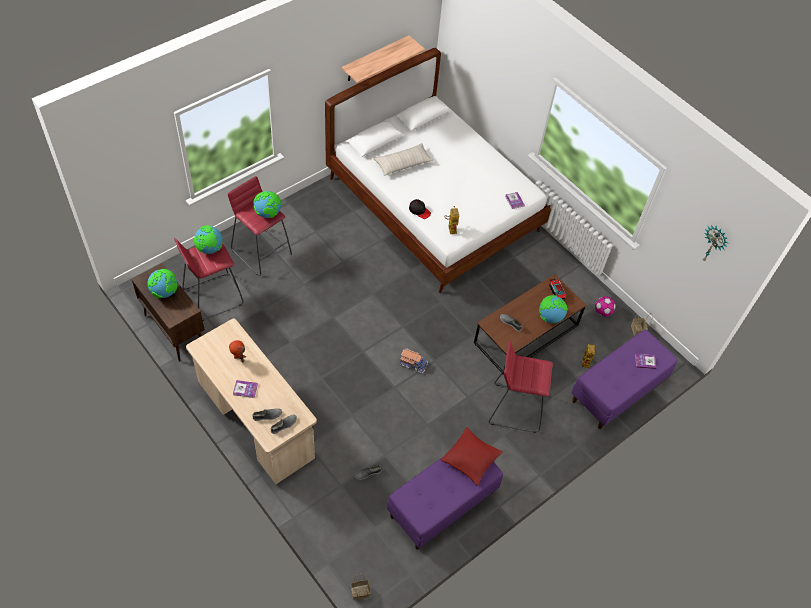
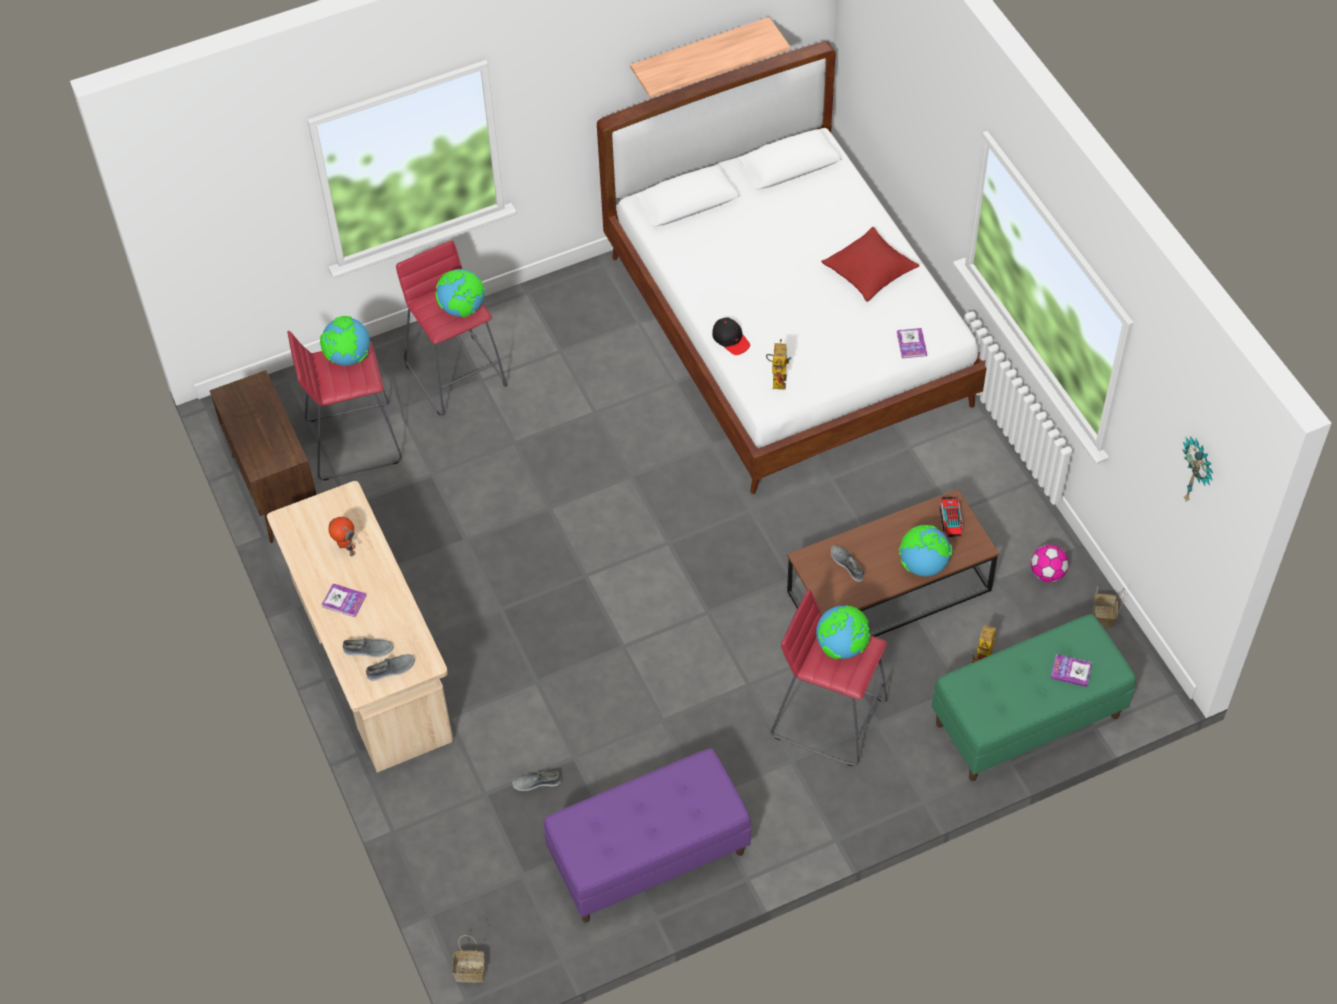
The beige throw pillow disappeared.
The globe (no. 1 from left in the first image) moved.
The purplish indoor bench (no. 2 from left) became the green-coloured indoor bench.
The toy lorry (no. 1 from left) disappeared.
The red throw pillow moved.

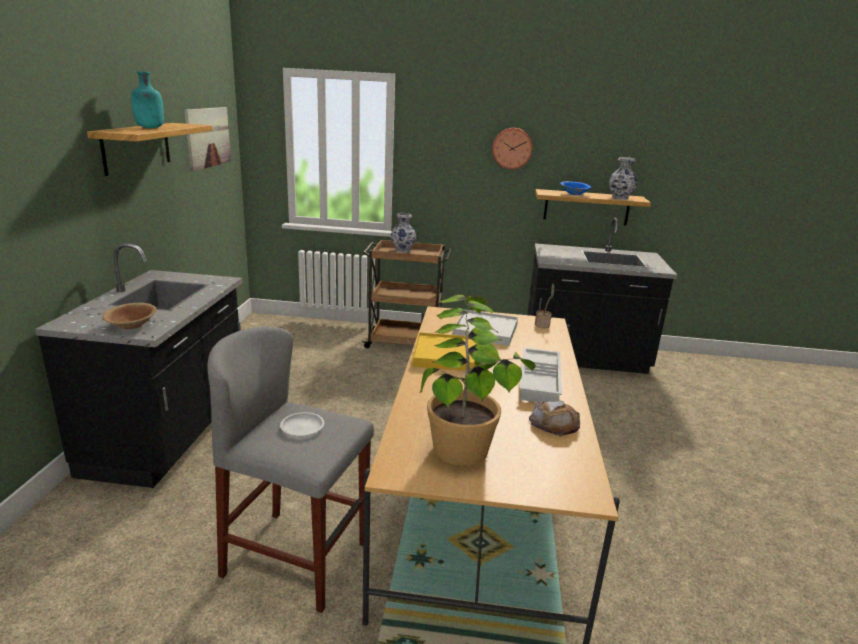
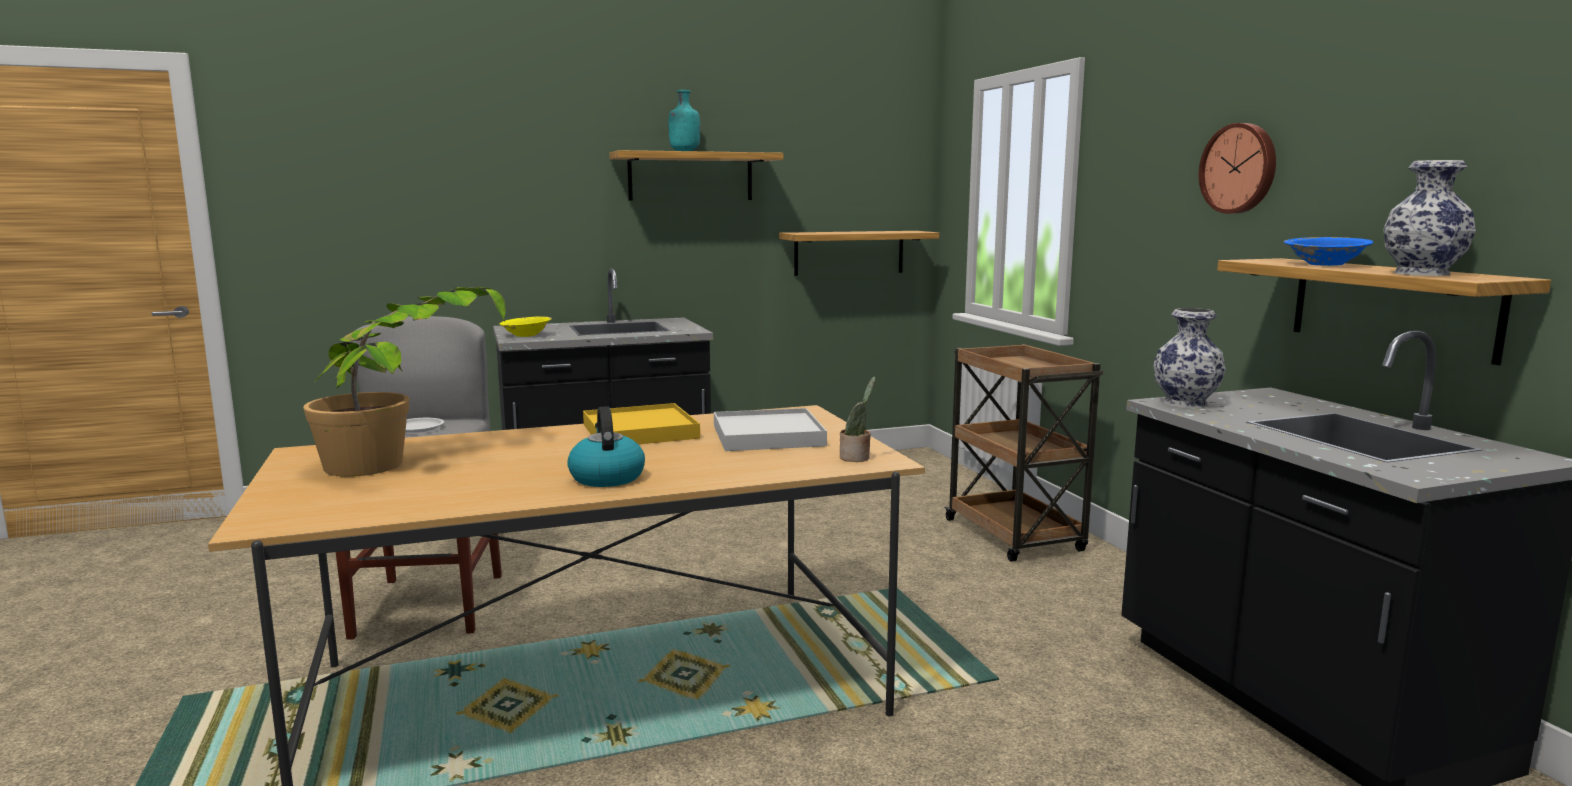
The wall picture disappeared.
The flower vase (no. 1 from left) moved.
The brown-coloured serving bowl became the yellow serving bowl.
The white serving tray (no. 2 from left) was replaced by the tea kettle.
The bread disappeared.
The wall shelf (no. 2 from left) appeared.

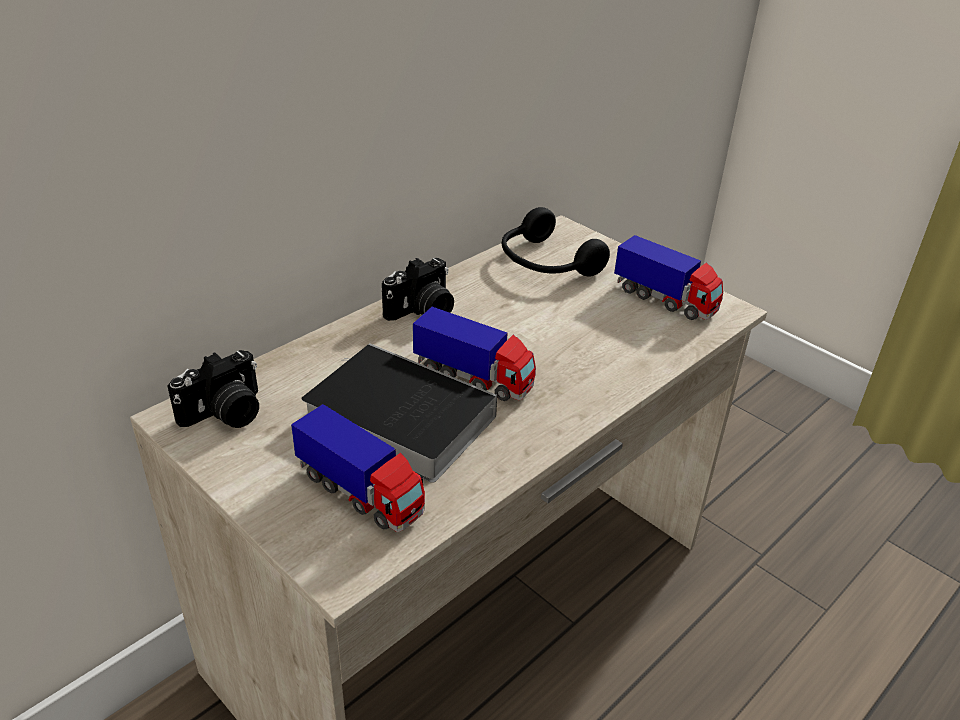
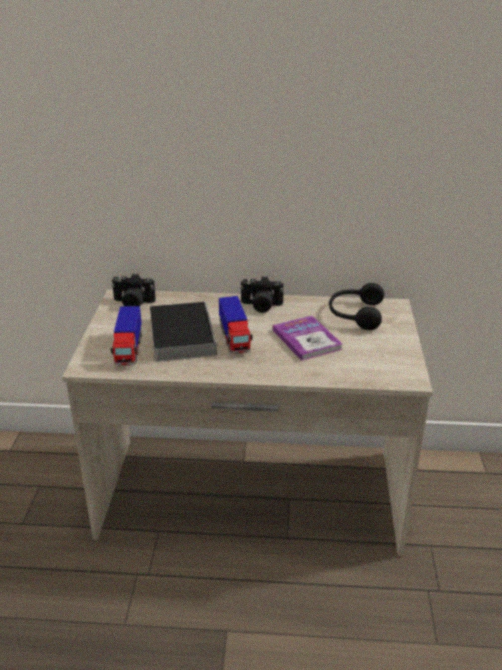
The toy lorry (no. 3 from left) disappeared.
The book (no. 2 from left) appeared.

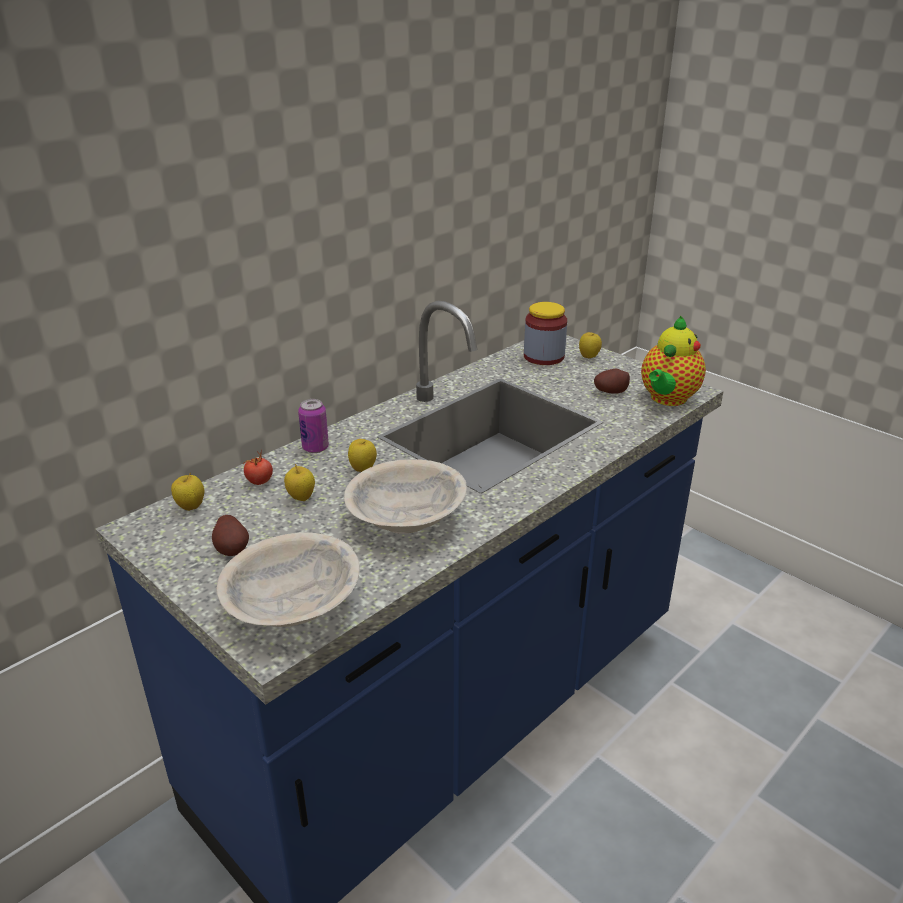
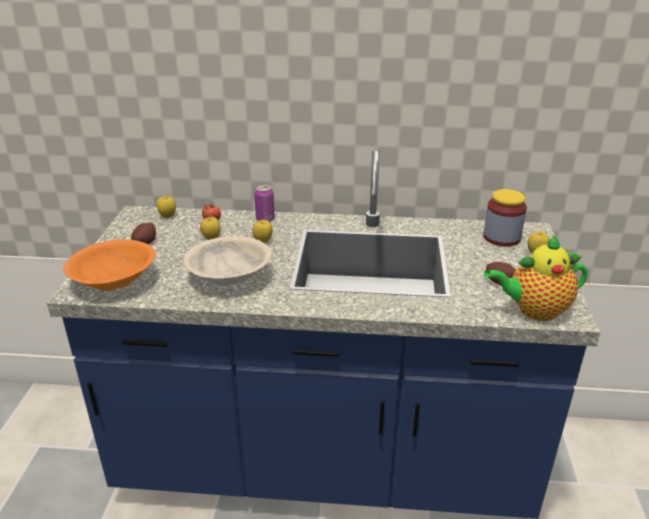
The beige serving bowl (no. 1 from left) became the orange-coloured serving bowl.

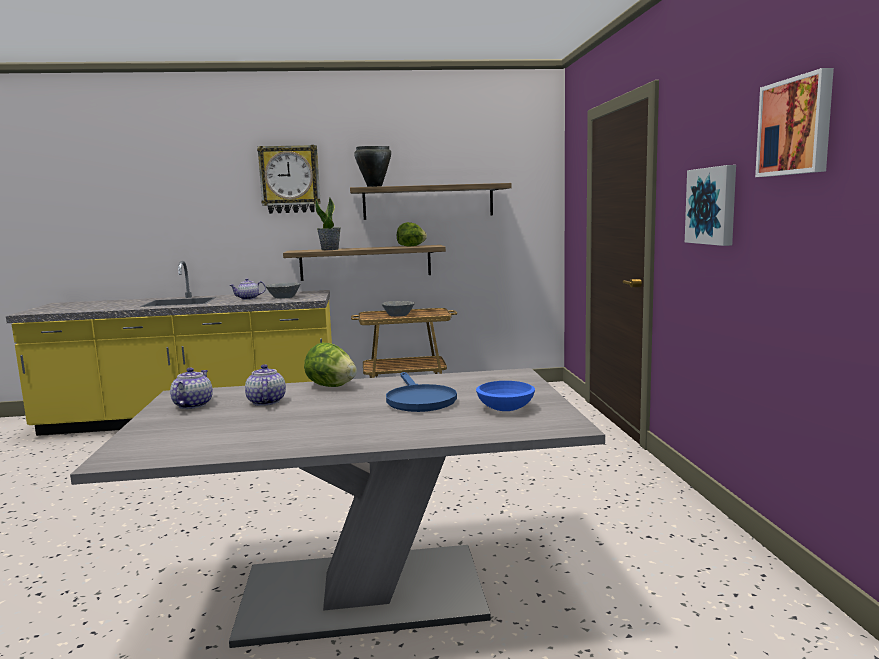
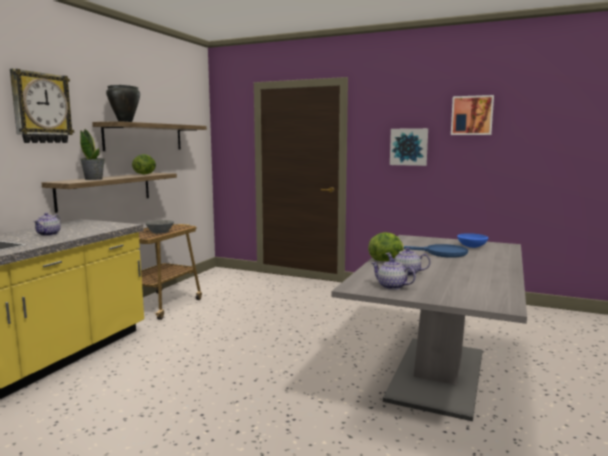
The greyish serving bowl (no. 1 from left) disappeared.

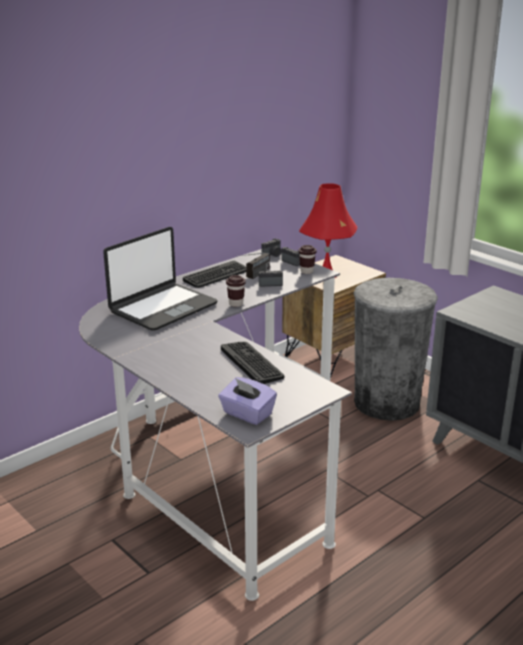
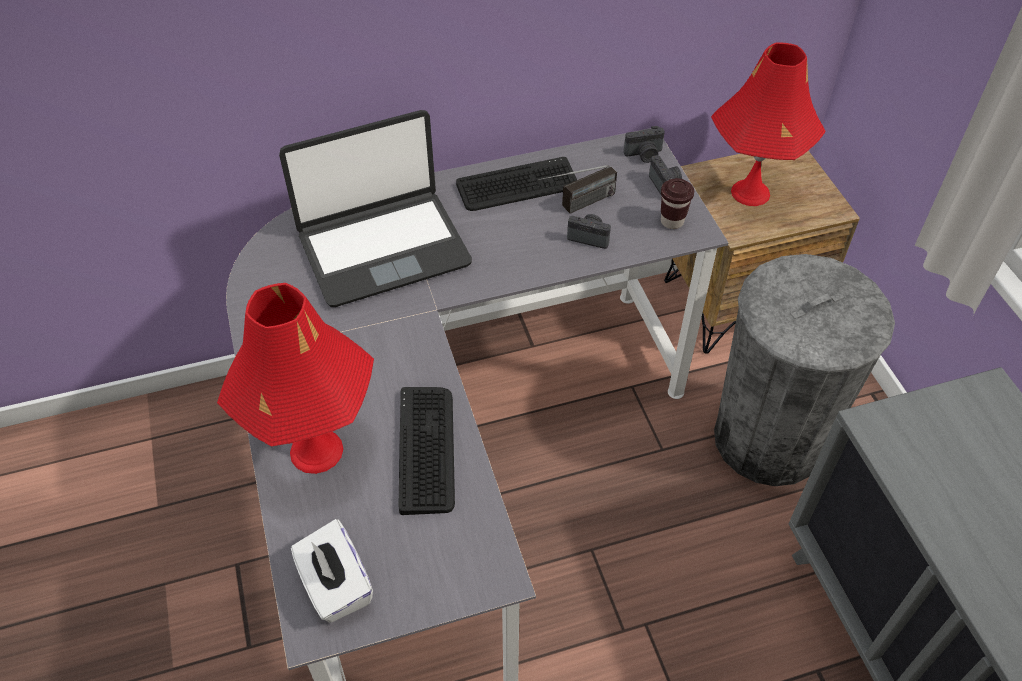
The brown-coloured cup (no. 1 from left) disappeared.
The purplish tissue box became the white tissue box.
The red table lamp (no. 1 from left) appeared.

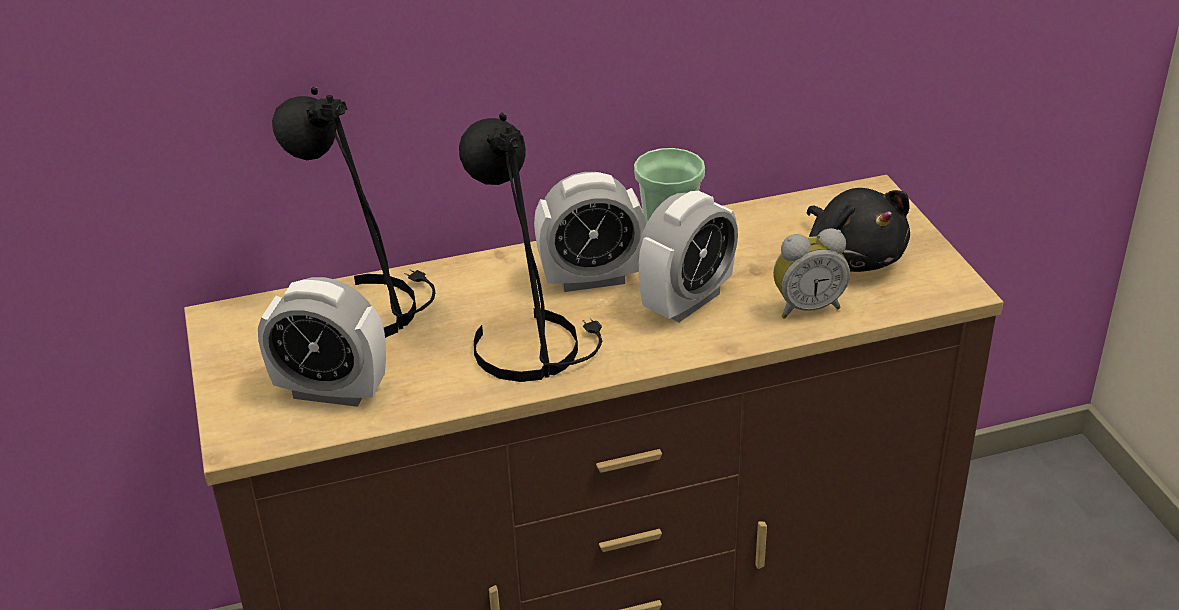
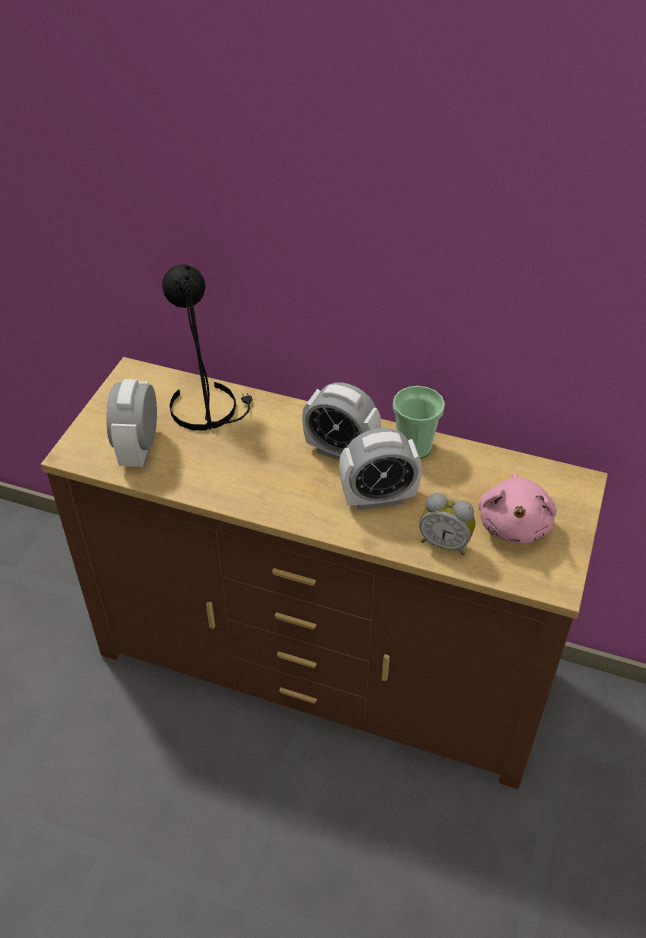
The blackish table lamp (no. 2 from left) disappeared.
The blackish soft toy became the pink soft toy.
The bedside clock (no. 1 from left) turned 45 degrees clockwise.

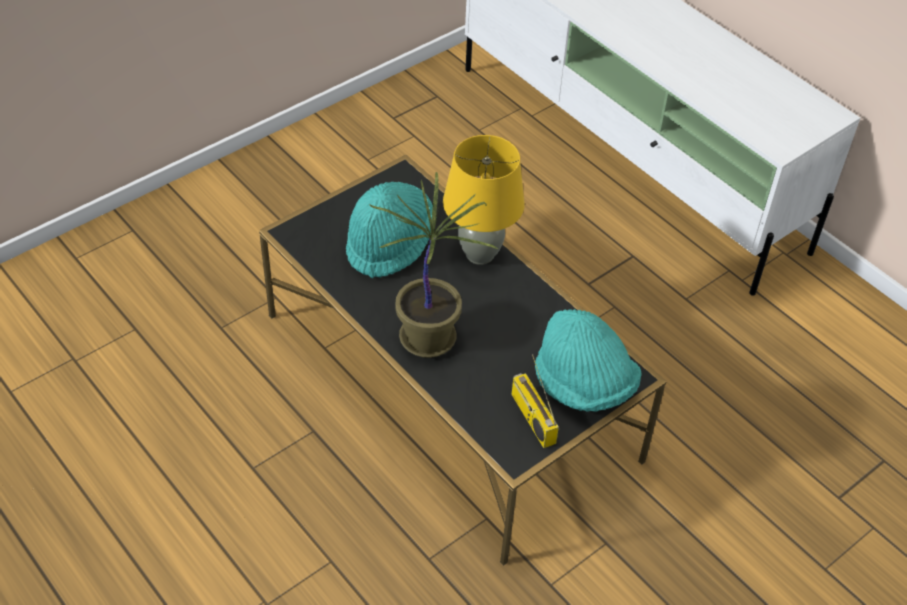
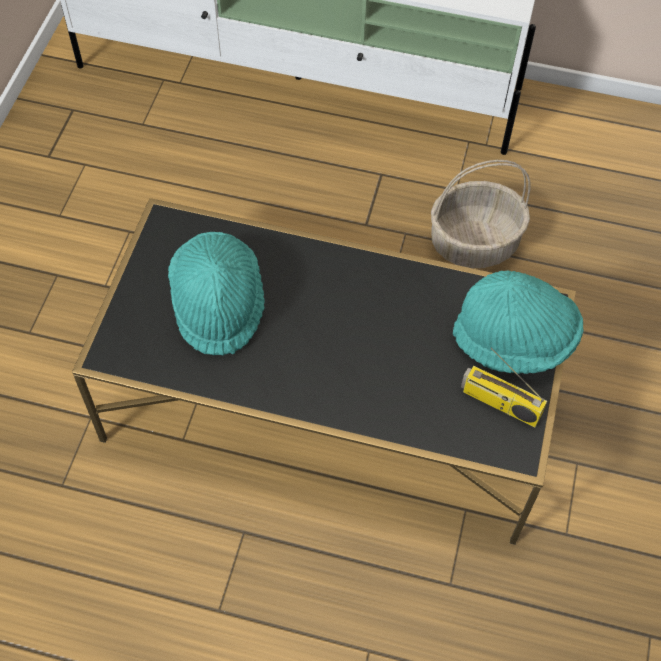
The yellow table lamp disappeared.
The houseplant disappeared.
The storage basket appeared.

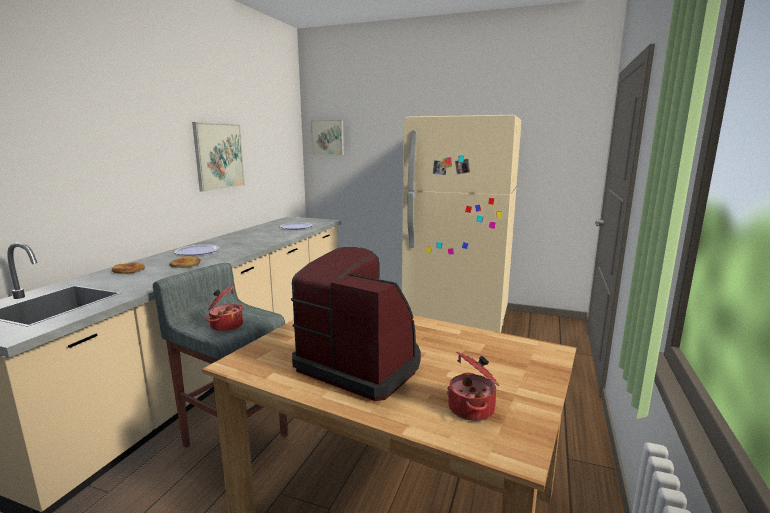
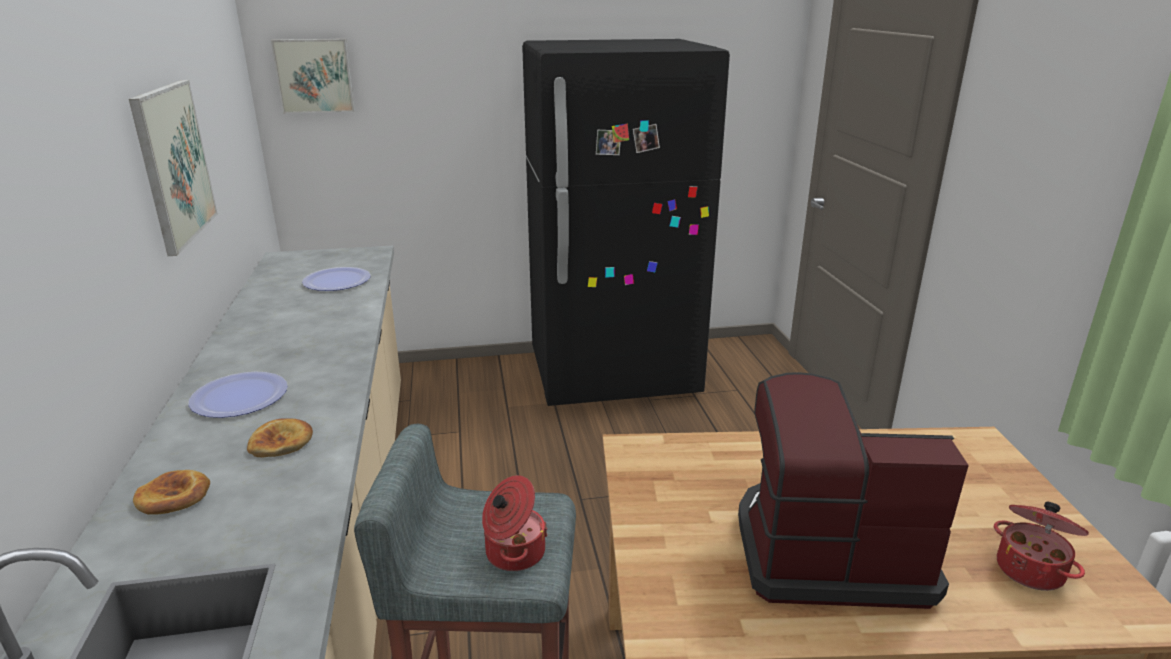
The beige kitchen fridge became the blackish kitchen fridge.

